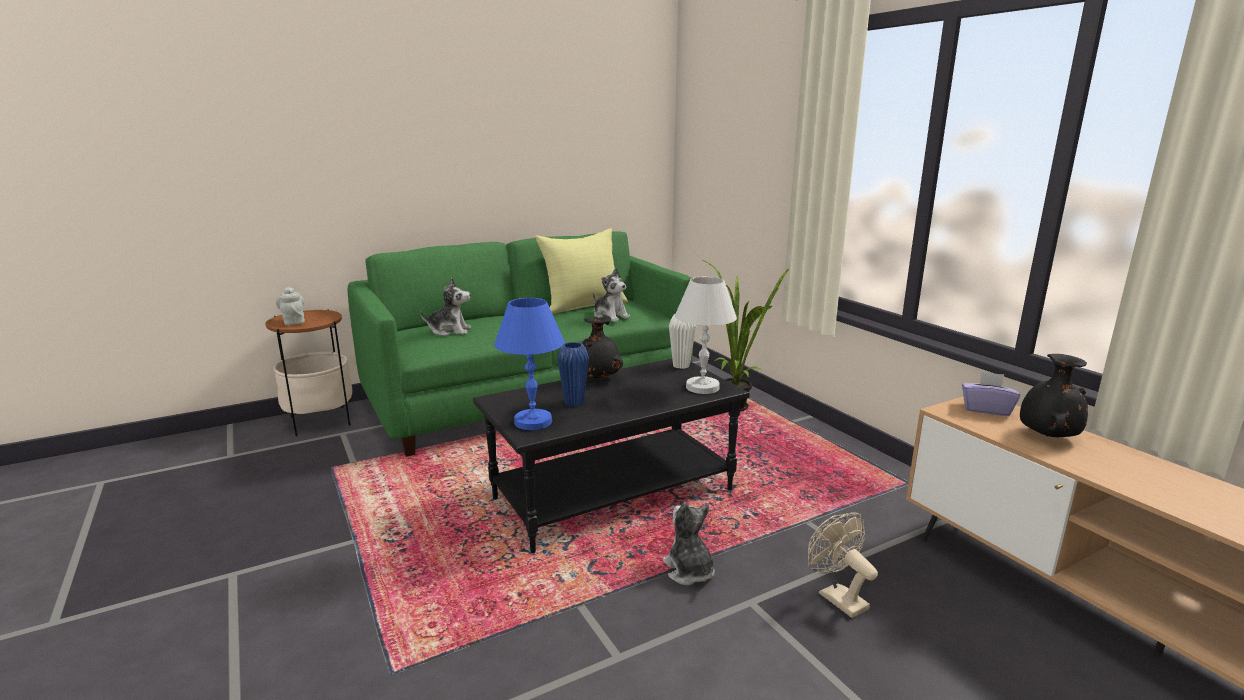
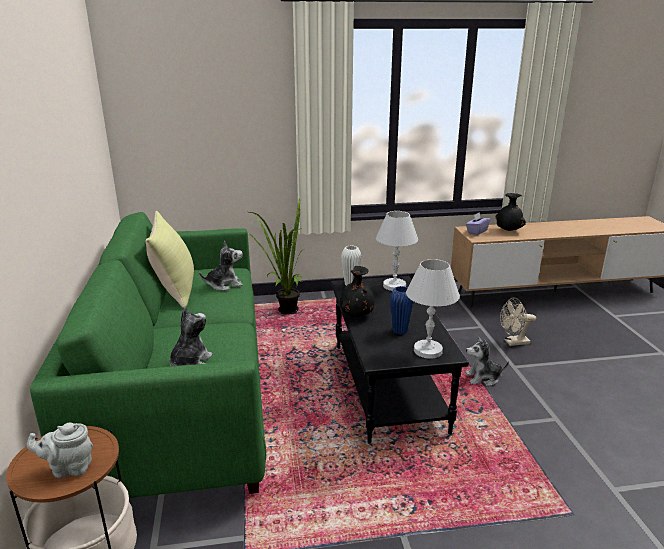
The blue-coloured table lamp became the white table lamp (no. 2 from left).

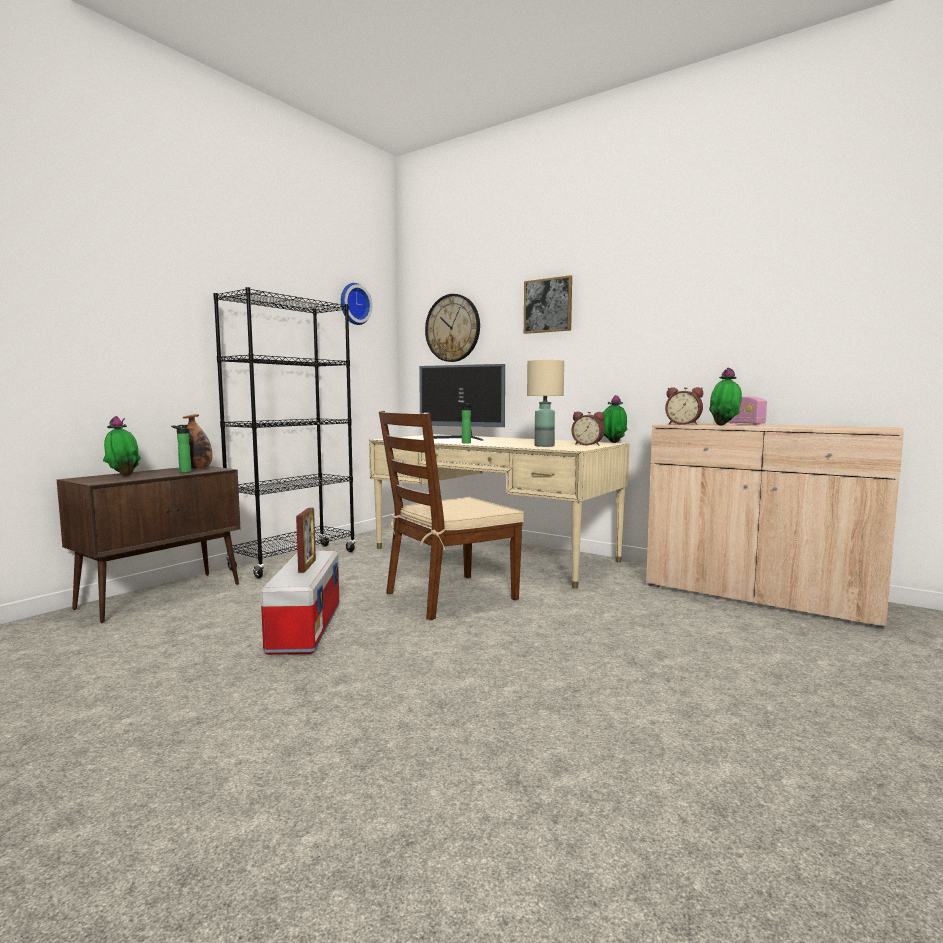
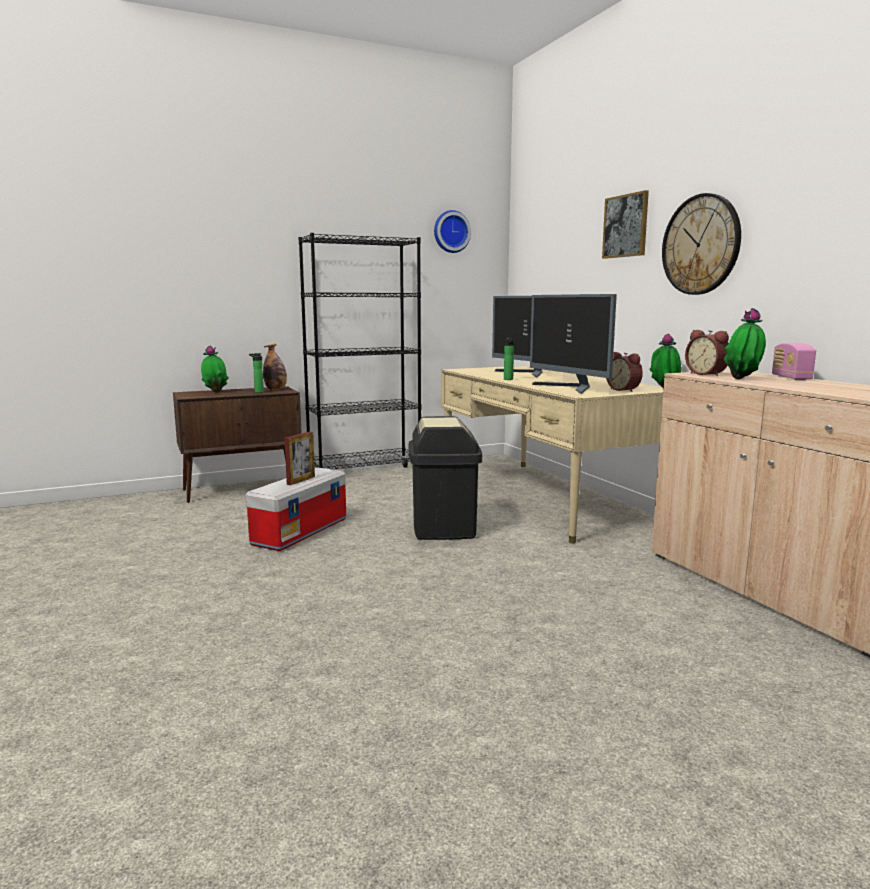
The hanging clock (no. 2 from left) moved.
The beige table lamp was replaced by the computer display (no. 2 from left).
The brown-coloured plain chair was replaced by the blackish rubbish bin.

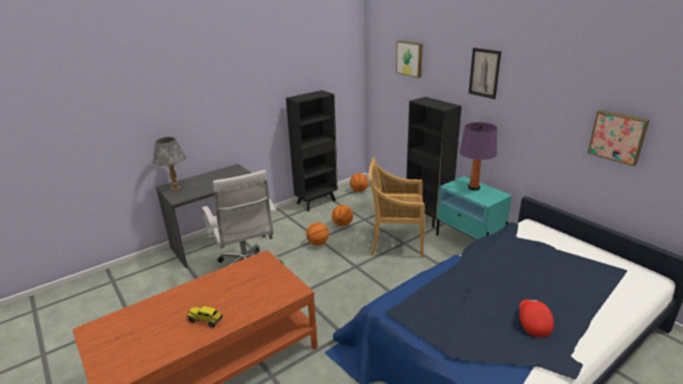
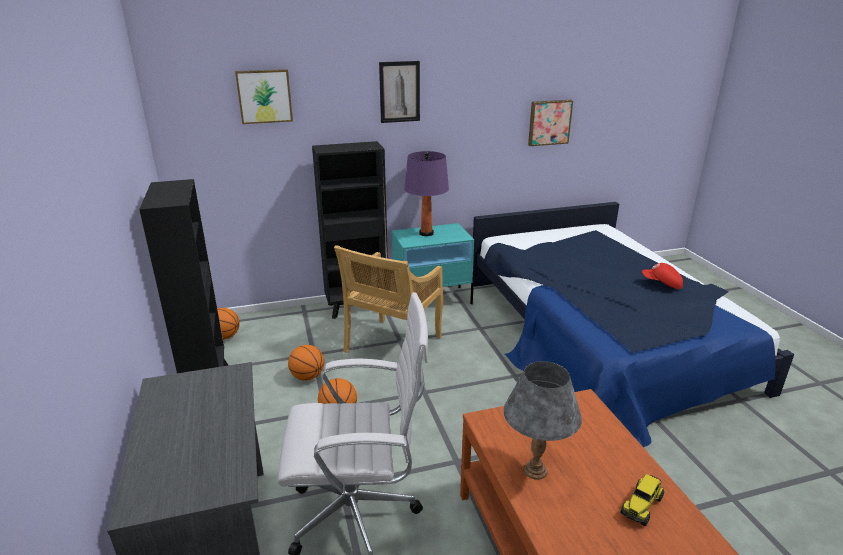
The greyish table lamp moved.

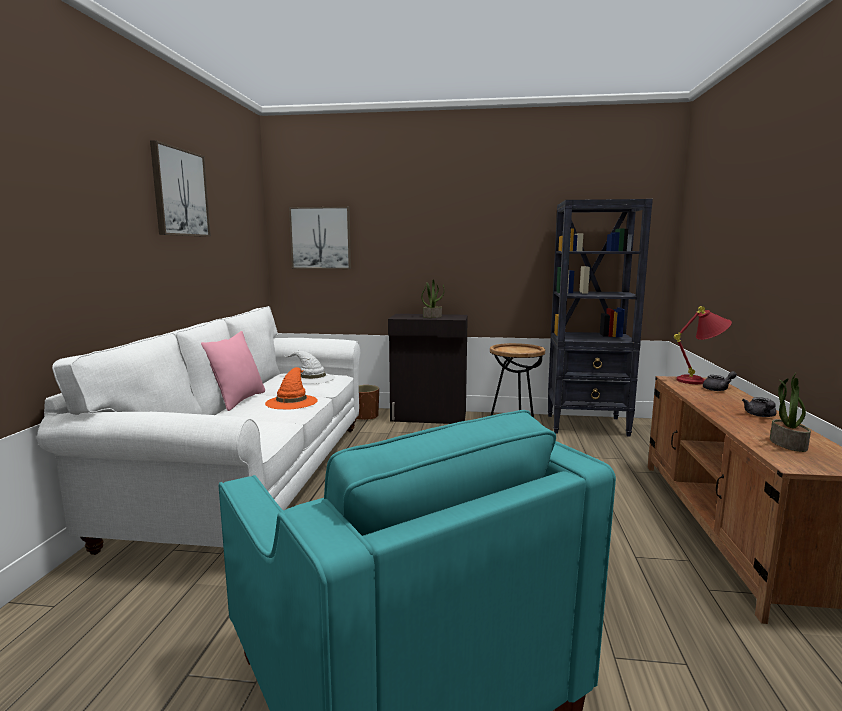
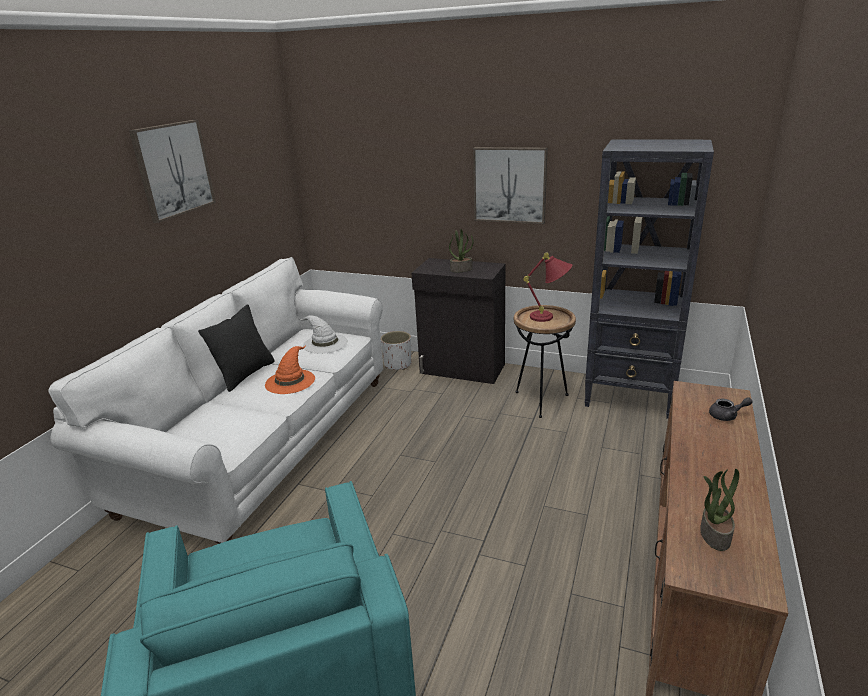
The wall picture (no. 2 from left) moved.
The red table lamp moved.
The pink throw pillow became the blackish throw pillow.
The brown-coloured planter became the white planter.
The greyish tea pot (no. 2 from left) disappeared.

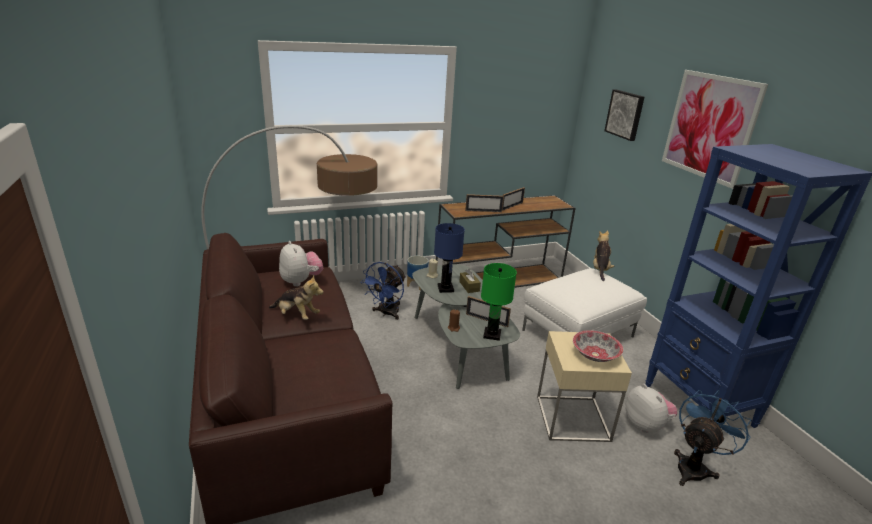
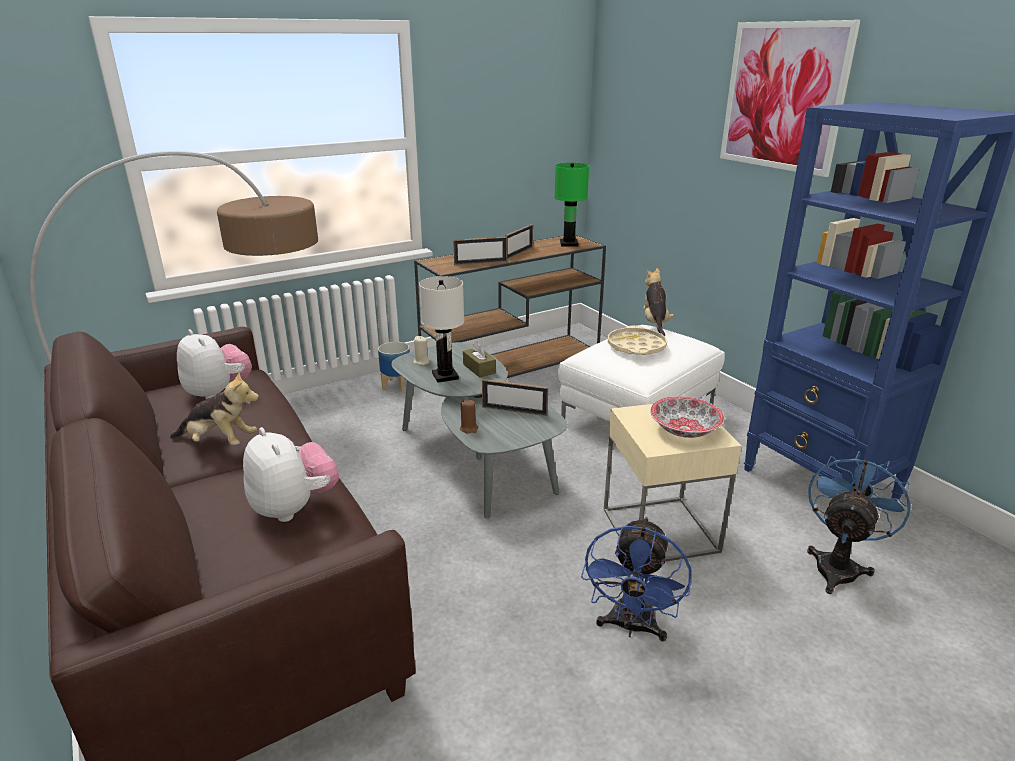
The wall picture (no. 1 from left) disappeared.
The blue-coloured table lamp became the white table lamp.
The blue-coloured fan (no. 1 from left) moved.
The green-coloured table lamp moved.
The soft toy (no. 4 from left in the first image) moved.
The beige serving tray appeared.

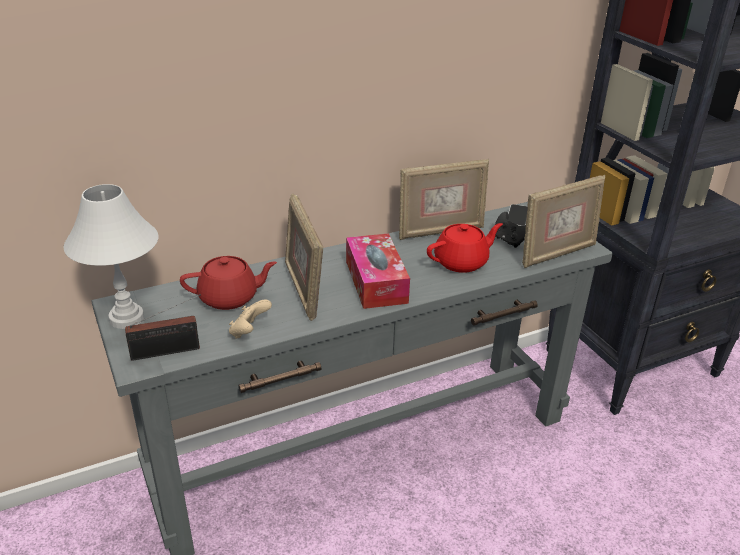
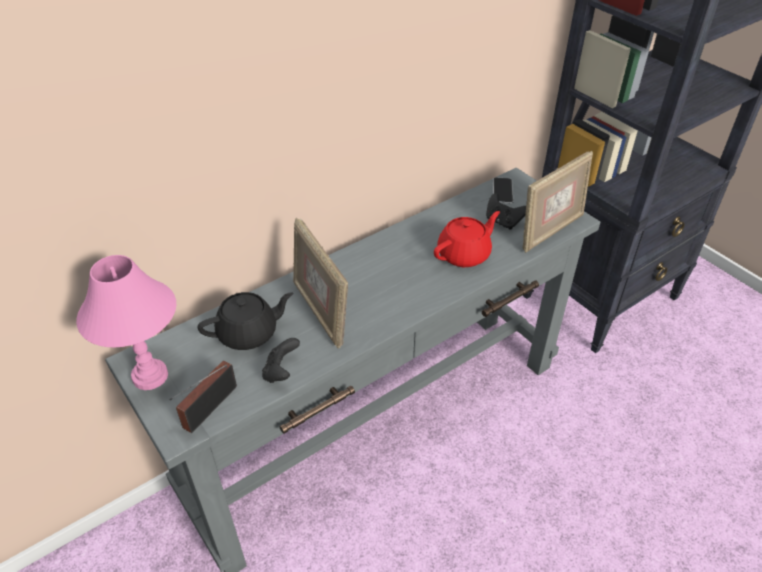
The photo frame (no. 2 from left) disappeared.
The white table lamp became the pink table lamp.
The tissue box disappeared.
The red tea pot (no. 1 from left) became the blackish tea pot.
The radio set turned 150 degrees clockwise.
The beige game controller became the blackish game controller (no. 1 from left).

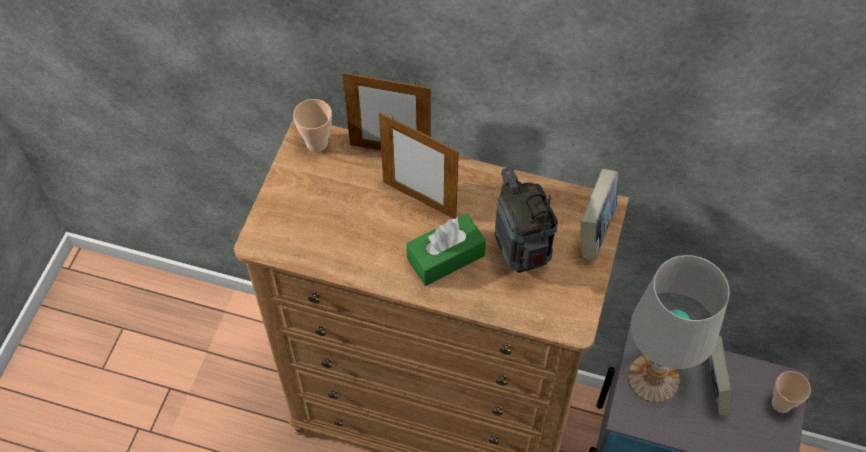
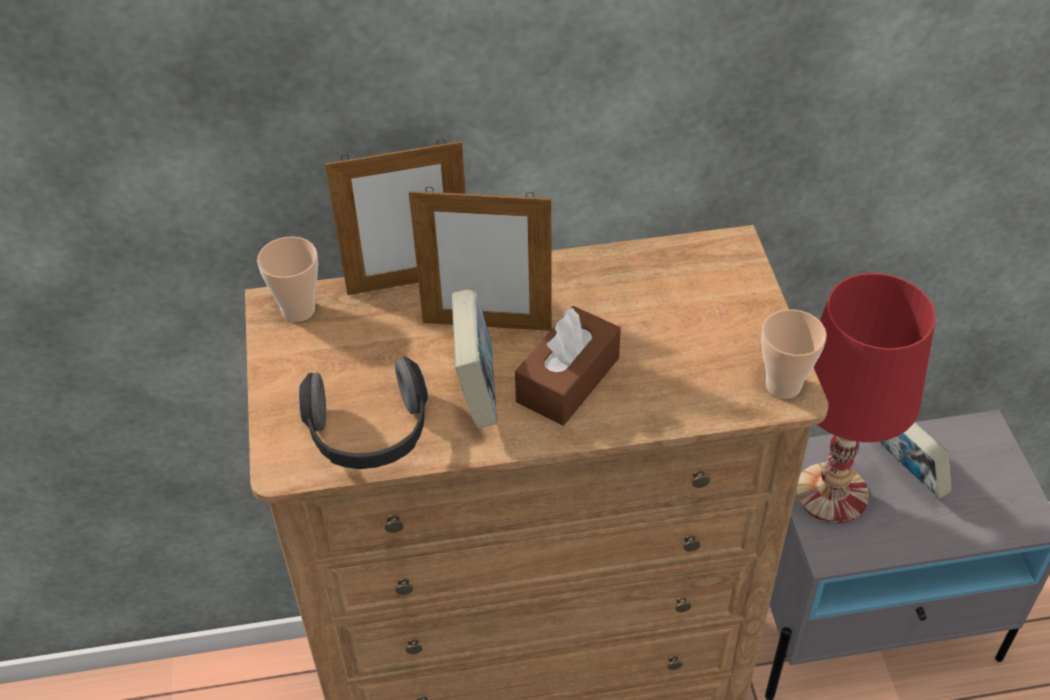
The radio set disappeared.
The book (no. 1 from left) moved.
The green-coloured tissue box became the brown-coloured tissue box.
The white table lamp became the red table lamp.
The cup (no. 2 from left) moved.
The headphones appeared.

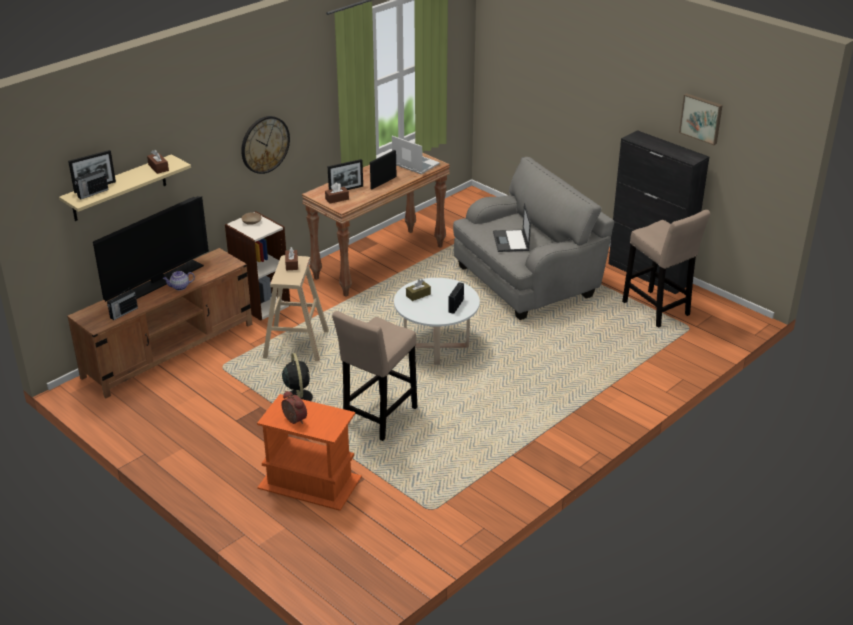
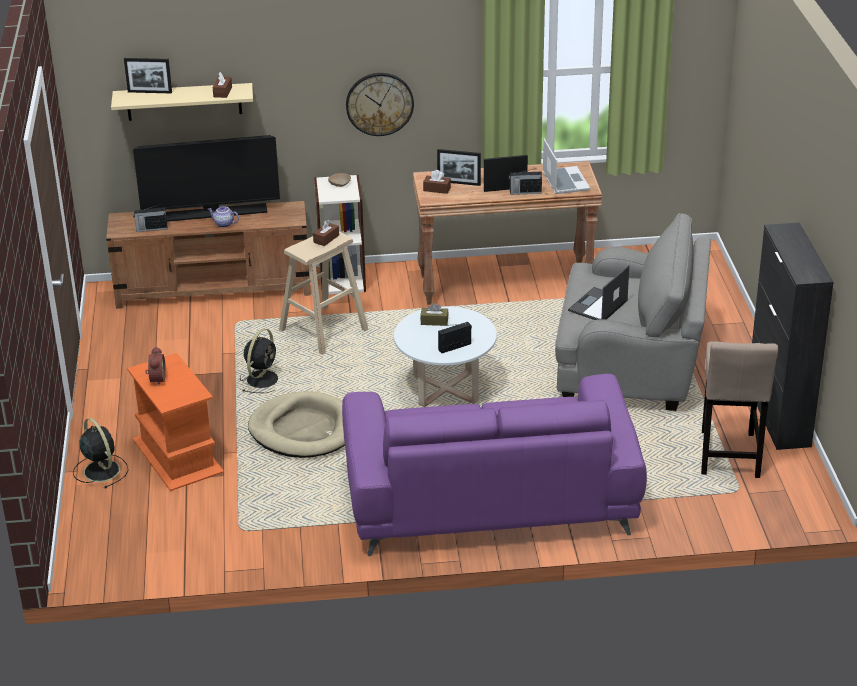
The wall picture disappeared.
The radio set (no. 1 from left in the first image) moved.
The beige sitting stool (no. 2 from left) was replaced by the beige dog cushion.
The purplish couch appeared.
The blackish fan (no. 1 from left) appeared.

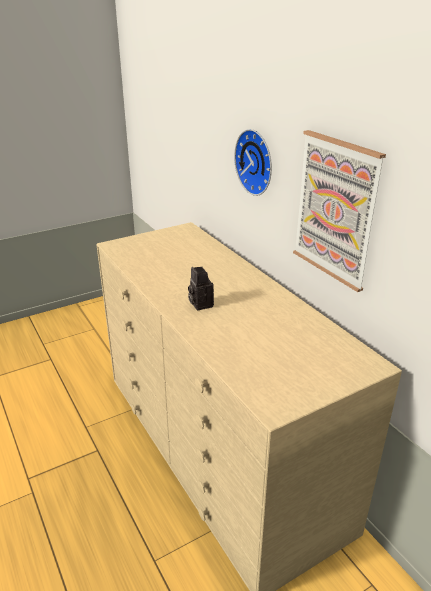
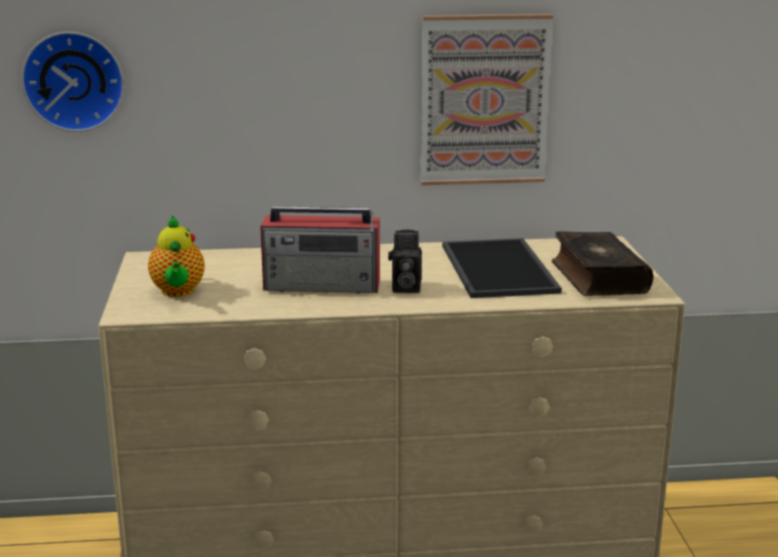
The hanging clock moved.
The radio set appeared.
The tea pot appeared.
The book appeared.
The serving tray appeared.

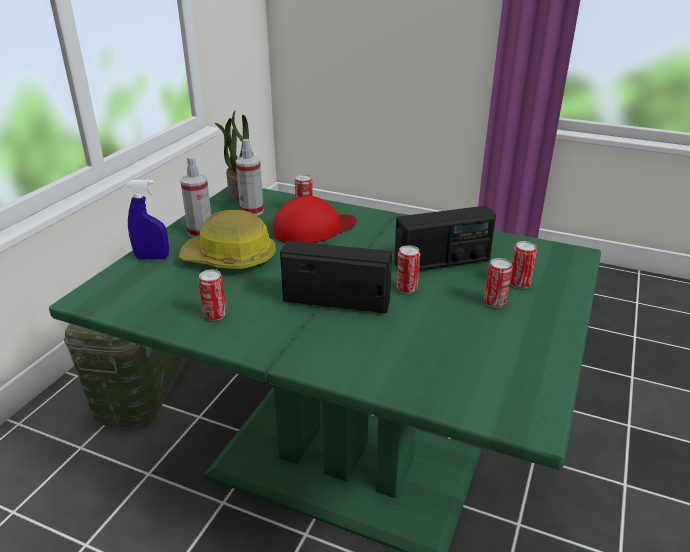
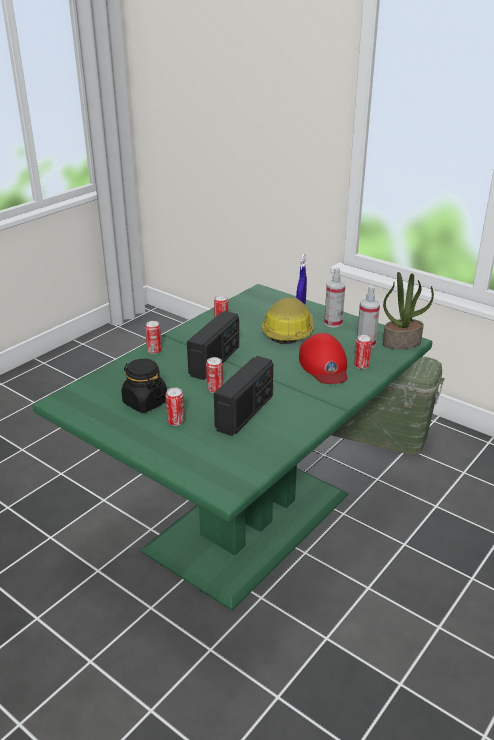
The radio set (no. 2 from left) turned 150 degrees counterclockwise.
The metal can (no. 5 from left in the first image) moved.
The blackish storage jar appeared.

